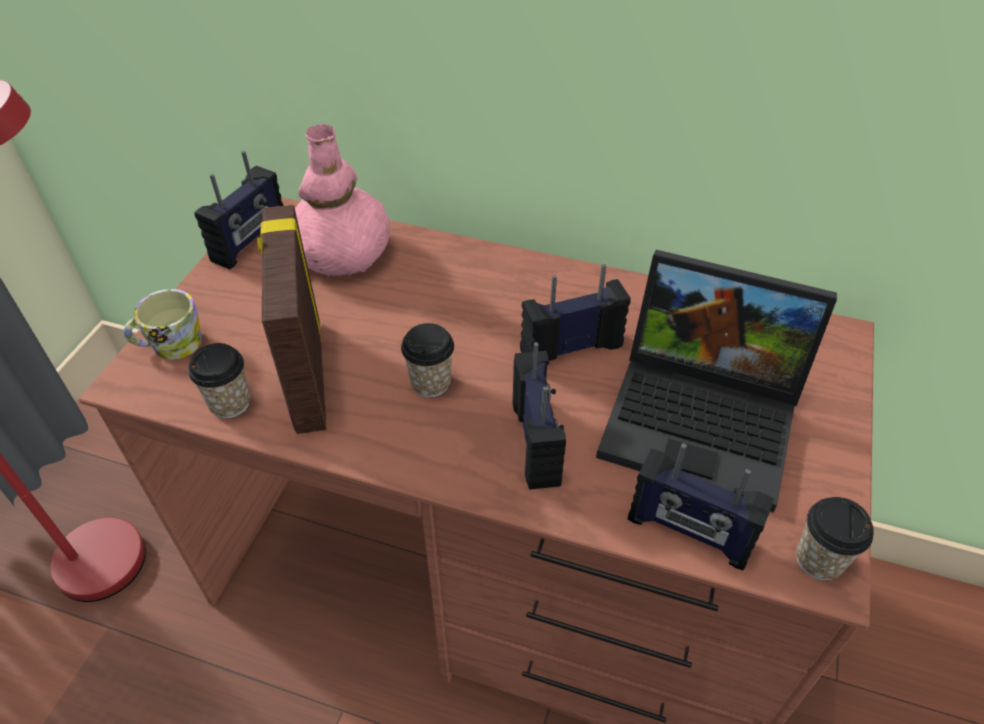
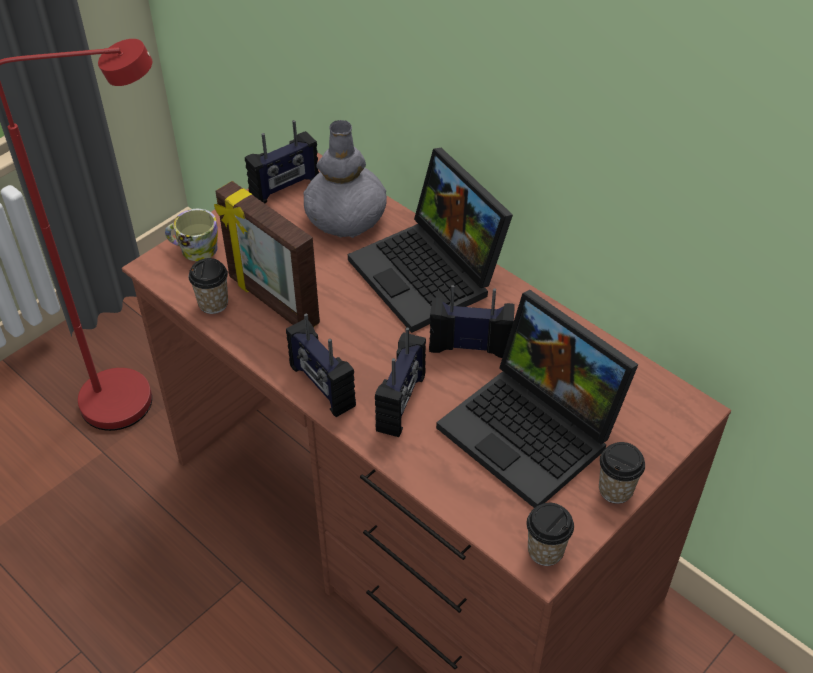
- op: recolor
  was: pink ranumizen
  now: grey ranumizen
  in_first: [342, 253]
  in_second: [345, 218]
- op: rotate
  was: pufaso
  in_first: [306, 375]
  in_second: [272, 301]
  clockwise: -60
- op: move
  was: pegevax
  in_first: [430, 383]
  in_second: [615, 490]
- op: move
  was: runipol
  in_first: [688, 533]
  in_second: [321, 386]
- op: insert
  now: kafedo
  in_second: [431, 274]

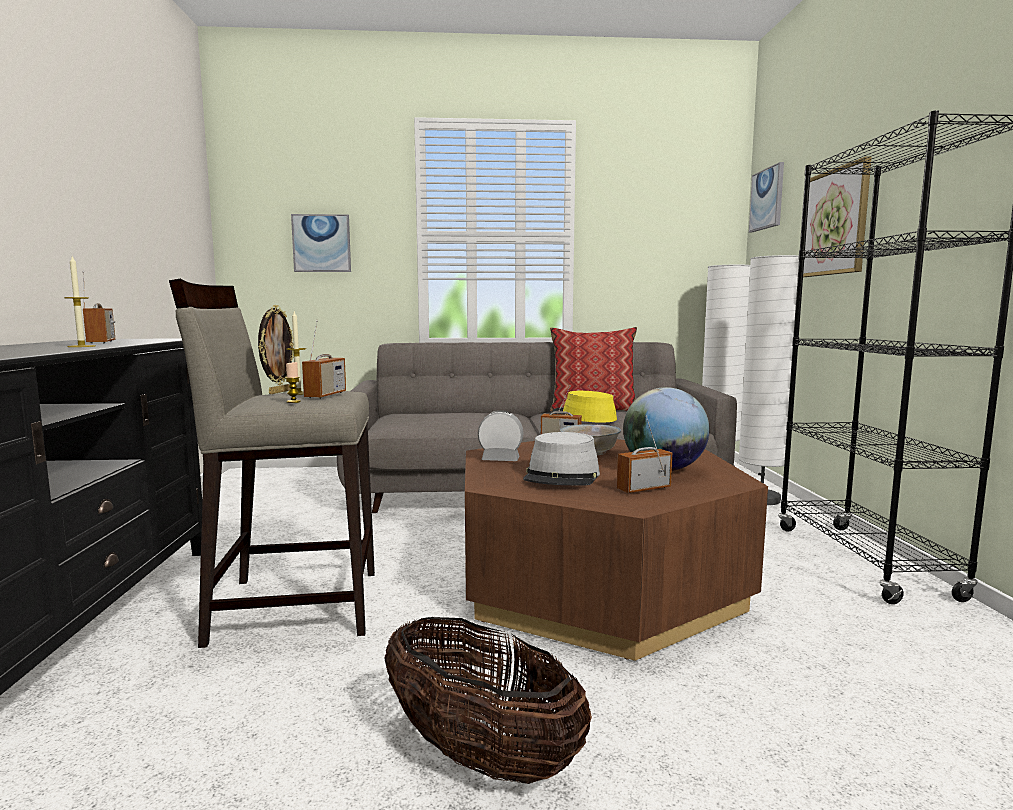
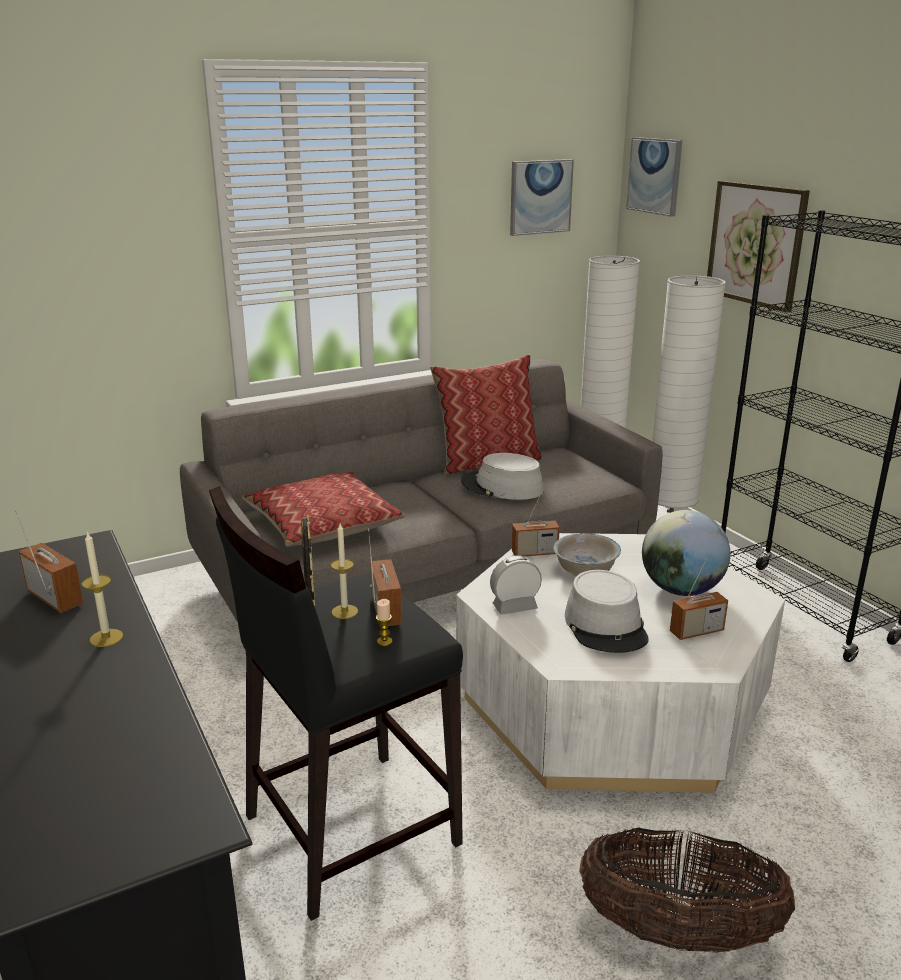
- op: move
  was: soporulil
  in_first: [321, 243]
  in_second: [540, 197]
- op: recolor
  was: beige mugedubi
  now: black mugedubi
  in_first: [295, 605]
  in_second: [348, 829]
- op: recolor
  was: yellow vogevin
  now: grey vogevin
  in_first: [583, 417]
  in_second: [502, 487]
- op: rotate
  was: runipol
  in_first: [643, 488]
  in_second: [696, 631]
  clockwise: -150
- op: recolor
  was: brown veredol
  now: white veredol
  in_first: [597, 581]
  in_second: [611, 702]
- op: insert
  now: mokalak
  in_second: [323, 523]

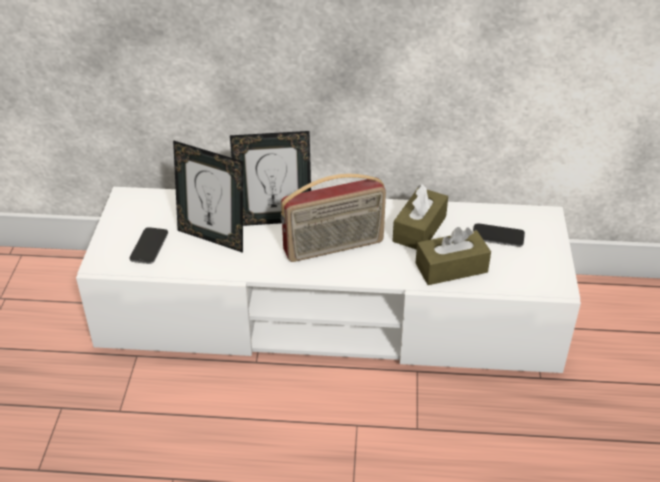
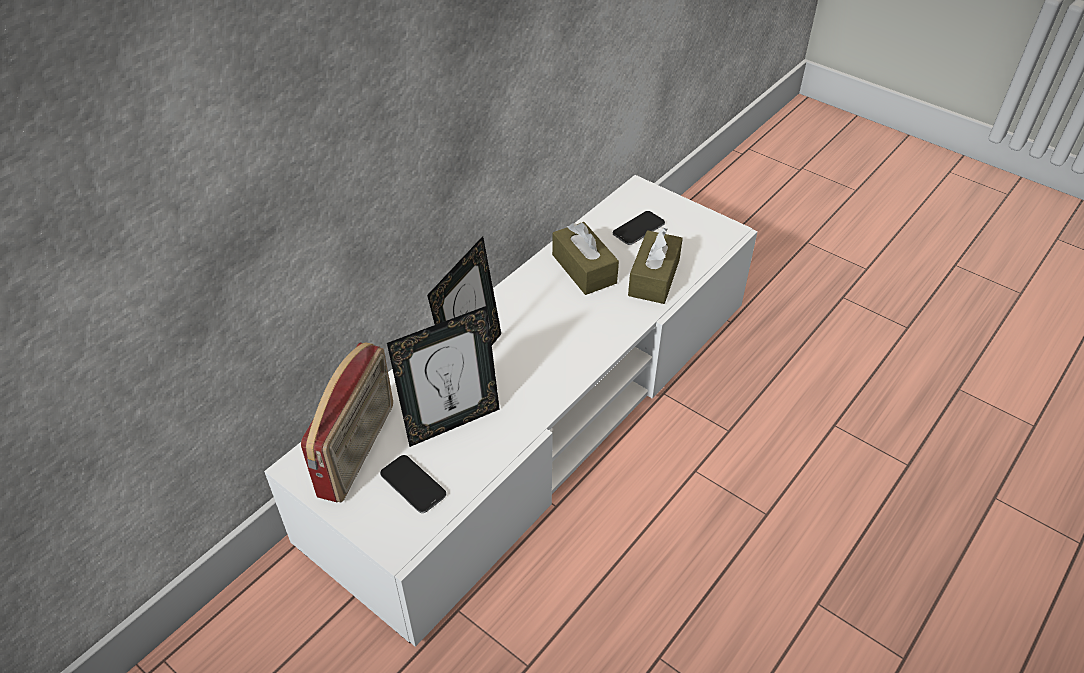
- op: move
  was: runipol
  in_first: [334, 247]
  in_second: [359, 450]

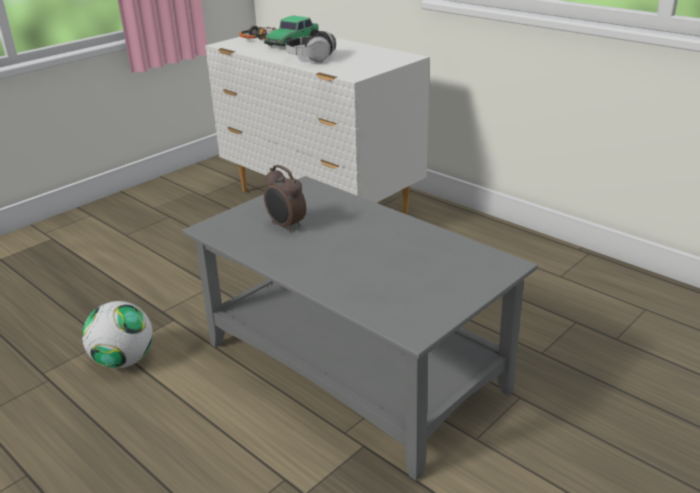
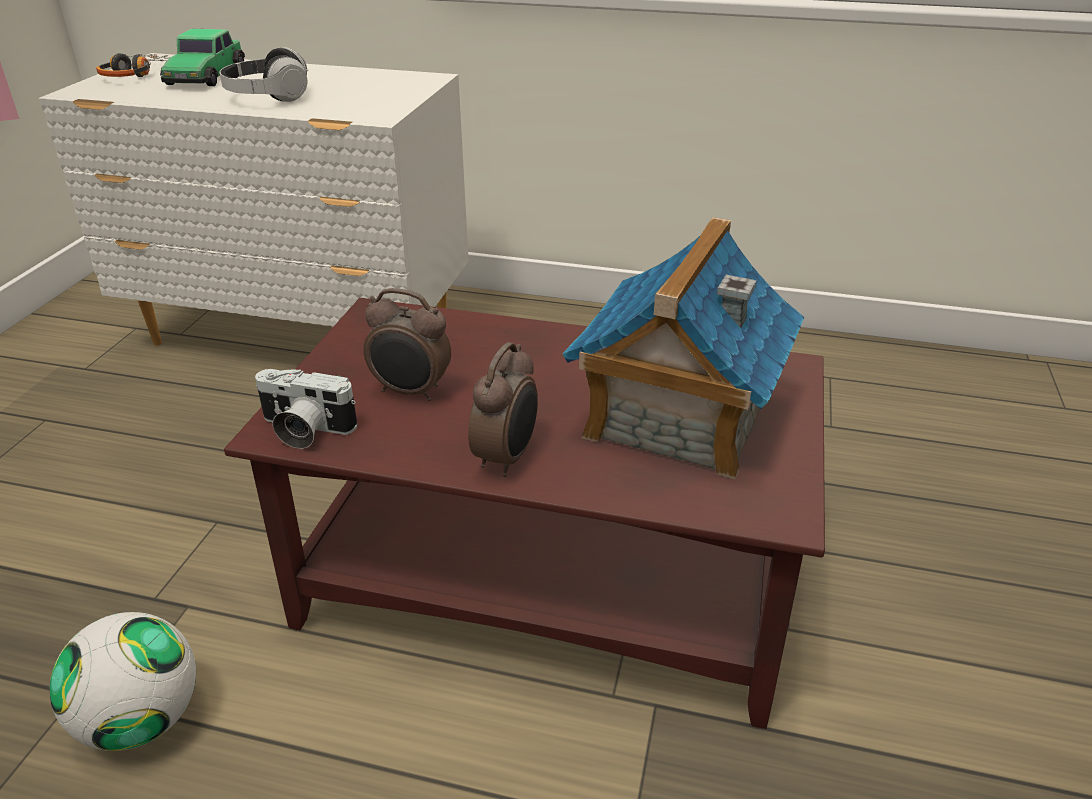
- op: recolor
  was: grey veredol
  now: brown veredol
  in_first: [356, 367]
  in_second: [550, 581]
- op: insert
  now: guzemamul
  in_second: [677, 416]
- op: insert
  now: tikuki
  in_second: [507, 457]
- op: insert
  now: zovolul
  in_second: [304, 430]

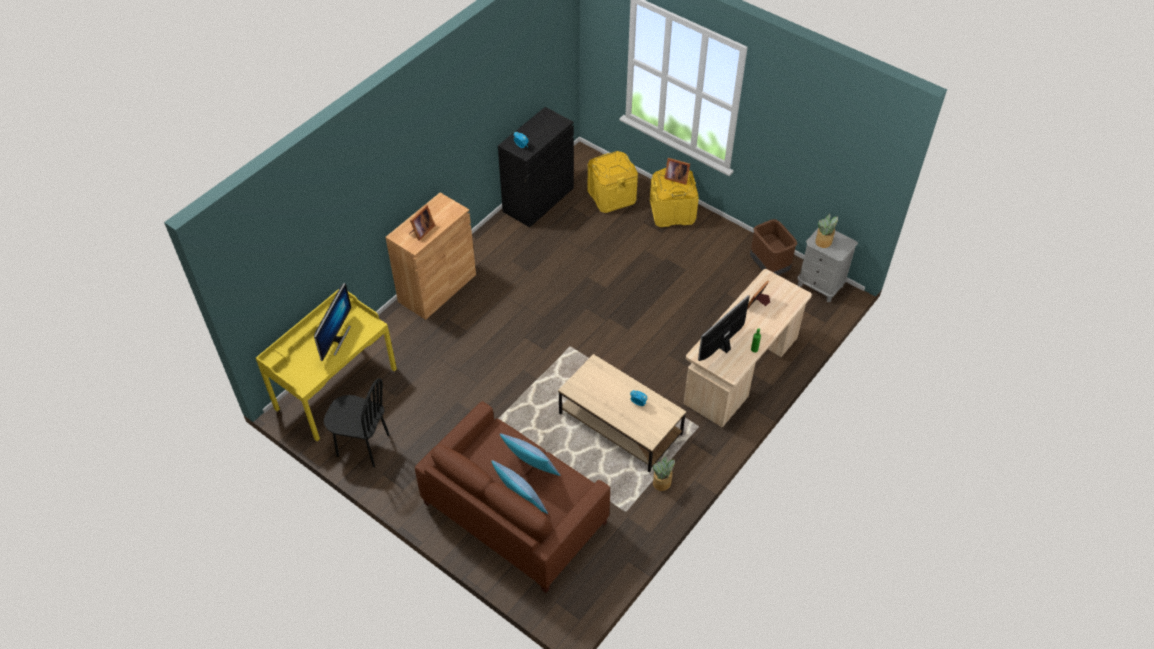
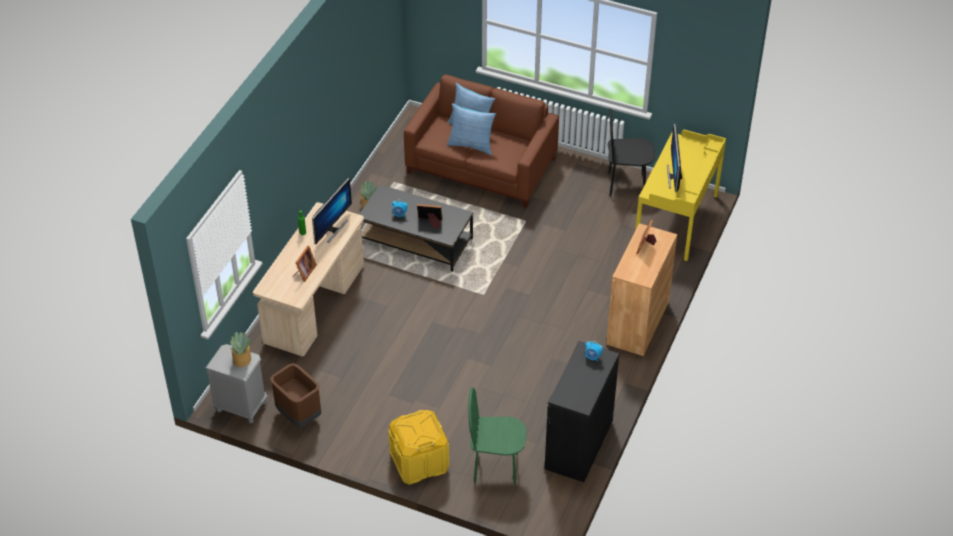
- op: replace
  was: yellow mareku
  now: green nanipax
  in_first: [611, 196]
  in_second: [496, 467]
- op: move
  was: pufaso
  in_first: [676, 178]
  in_second: [430, 222]
- op: recolor
  was: beige veredol
  now: black veredol
  in_first: [620, 424]
  in_second: [416, 240]

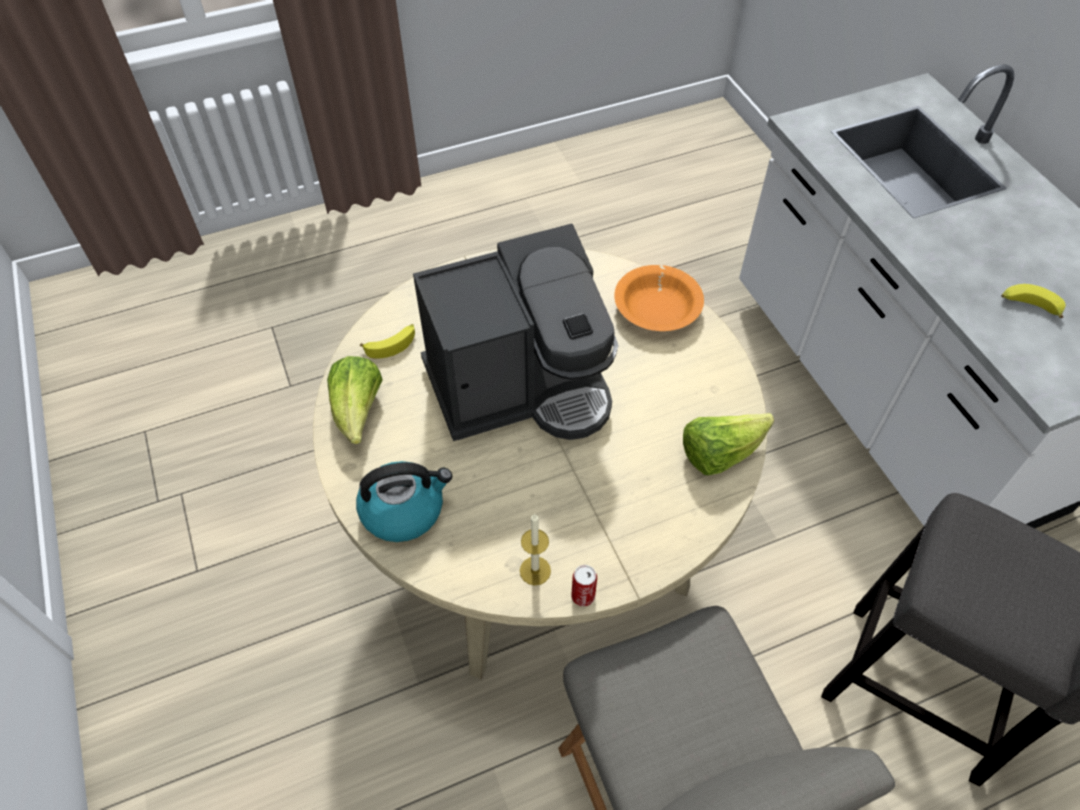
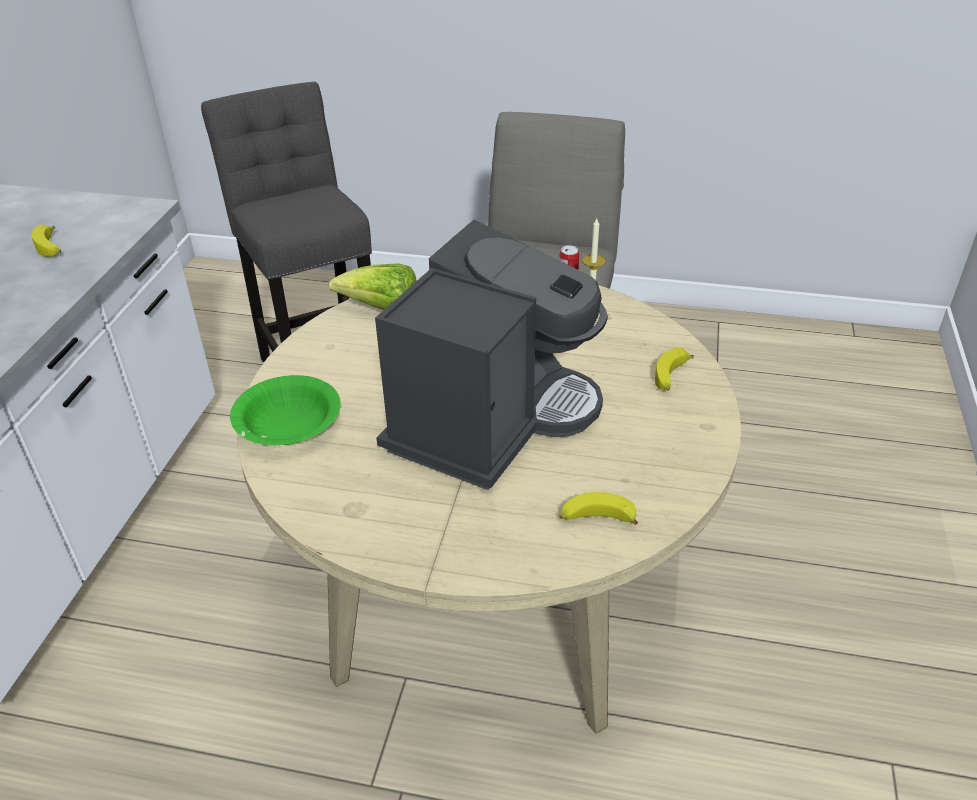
- op: rotate
  was: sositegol
  in_first: [521, 386]
  in_second: [491, 419]
  clockwise: 105
- op: recolor
  was: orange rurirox
  now: green rurirox
  in_first: [657, 308]
  in_second: [288, 424]
- op: delete
  was: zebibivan
  in_first: [358, 412]
- op: replace
  was: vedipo
  now: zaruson
  in_first: [404, 509]
  in_second: [671, 377]

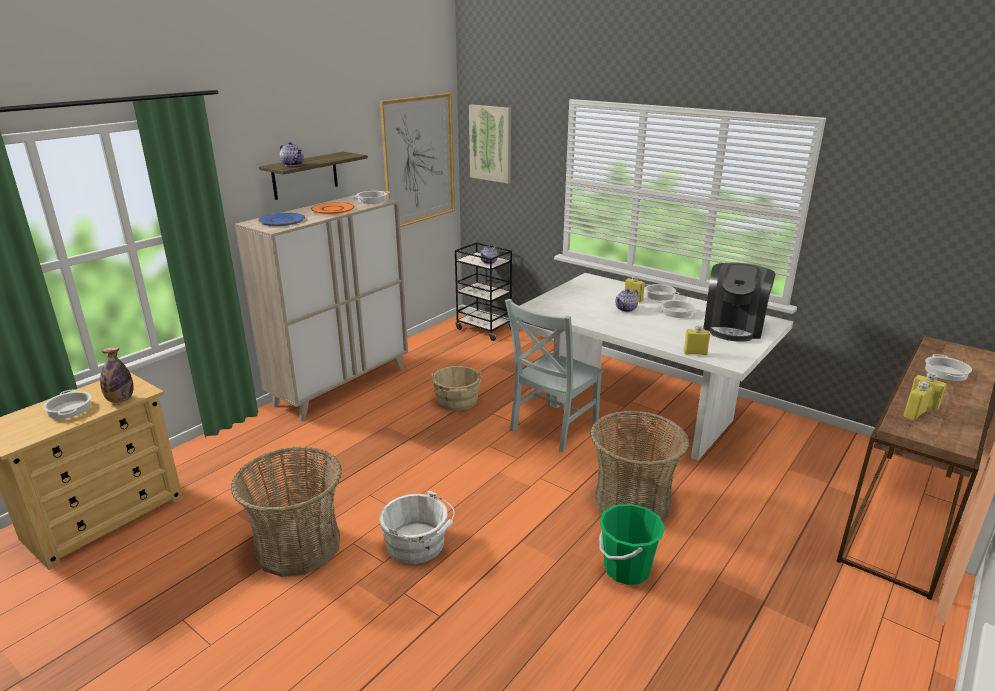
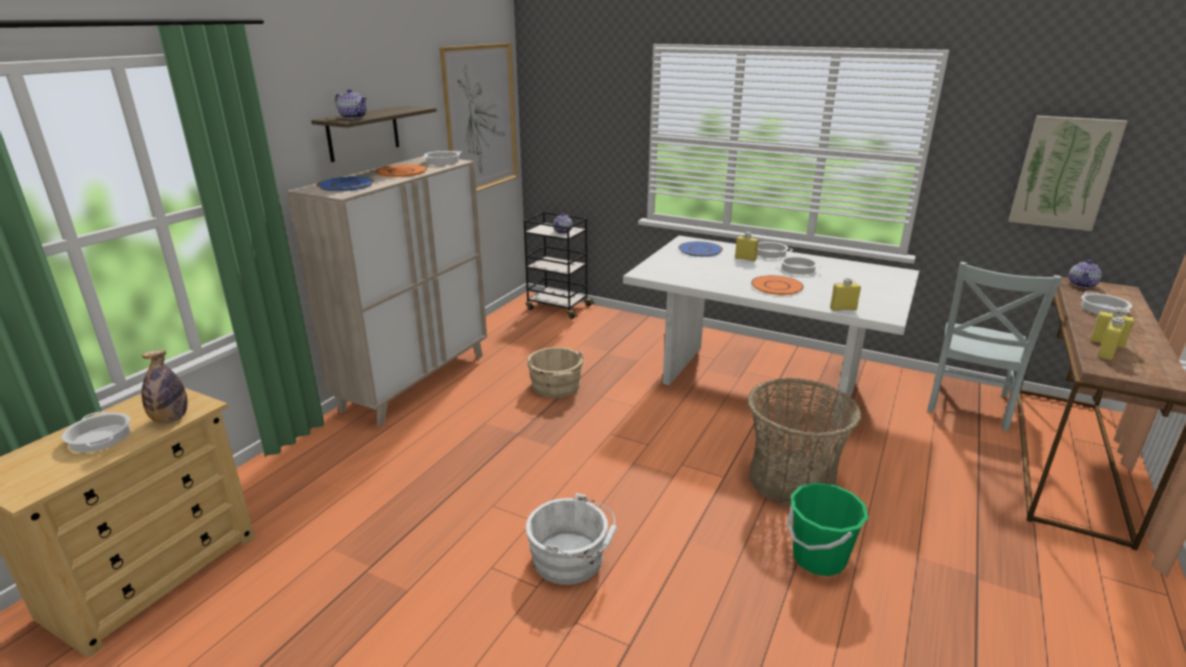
- op: move
  was: soporulil
  in_first: [491, 143]
  in_second: [1064, 173]
- op: delete
  was: sositegol
  in_first: [733, 327]
- op: move
  was: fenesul
  in_first: [626, 309]
  in_second: [1082, 284]
- op: move
  was: grey nanipax
  in_first: [552, 428]
  in_second: [967, 405]
- op: delete
  was: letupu
  in_first: [298, 546]
- op: insert
  now: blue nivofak
  in_second: [699, 250]
- op: insert
  now: orange nivofak
  in_second: [777, 286]

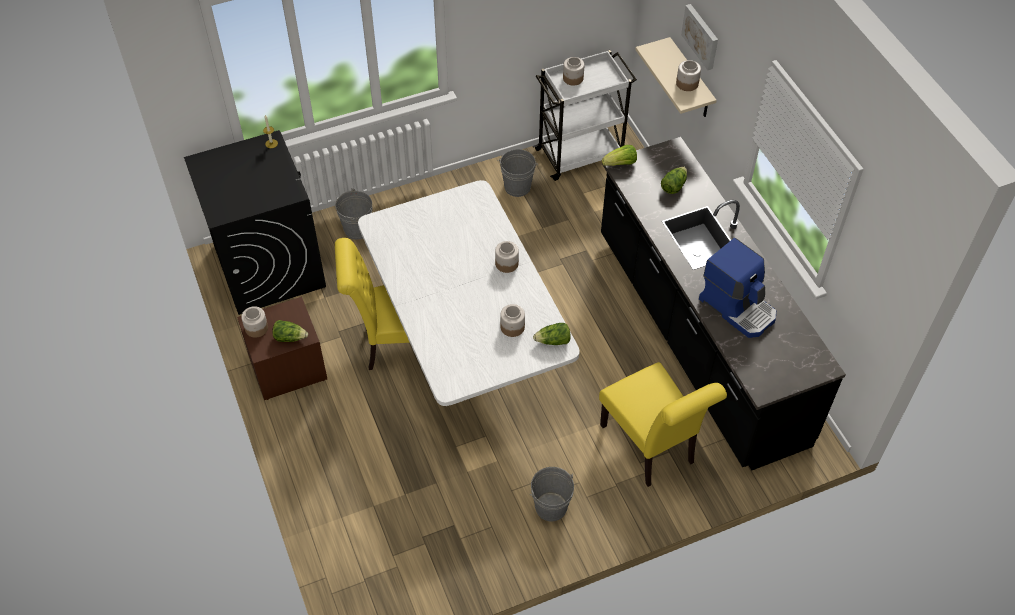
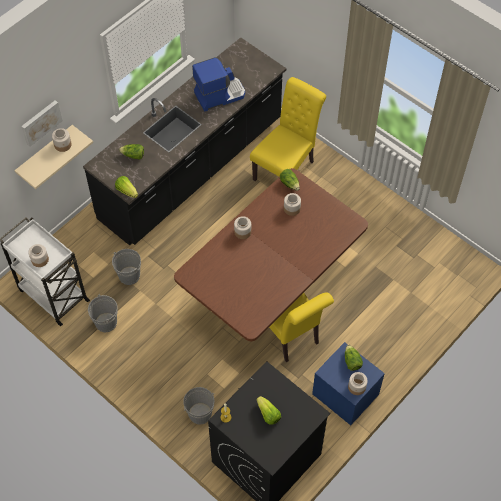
- op: recolor
  was: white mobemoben
  now: brown mobemoben
  in_first: [467, 350]
  in_second: [270, 291]
- op: rotate
  was: sositegol
  in_first: [738, 307]
  in_second: [219, 94]
  clockwise: 45
- op: recolor
  was: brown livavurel
  now: blue livavurel
  in_first: [287, 368]
  in_second: [345, 394]
- op: move
  was: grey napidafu
  in_first: [551, 507]
  in_second: [129, 275]
- op: insert
  now: zebibivan
  in_second: [268, 414]

